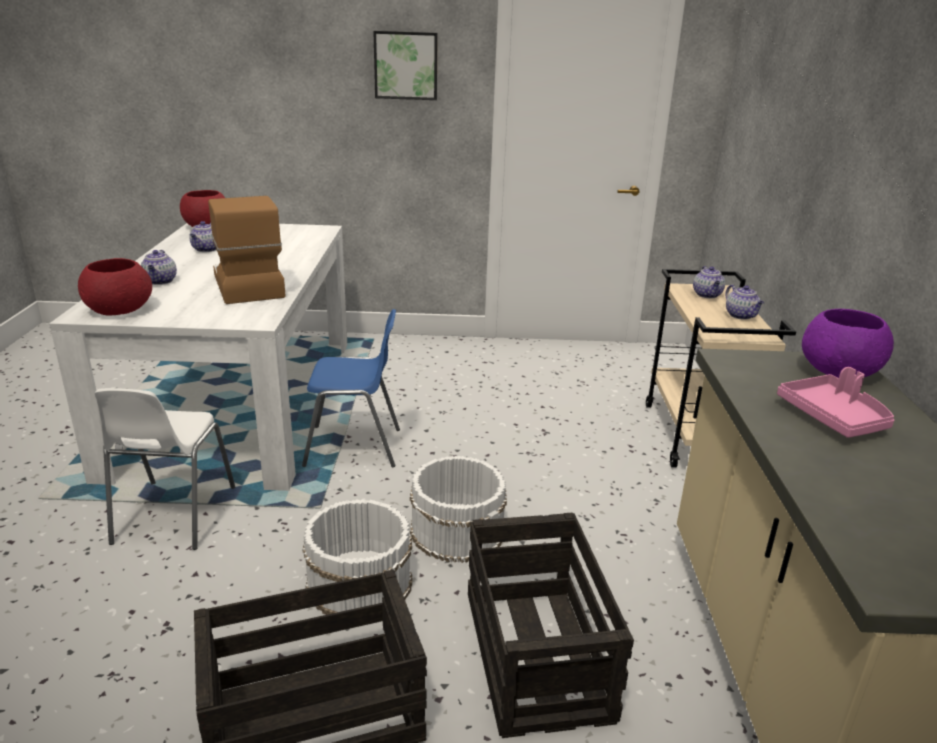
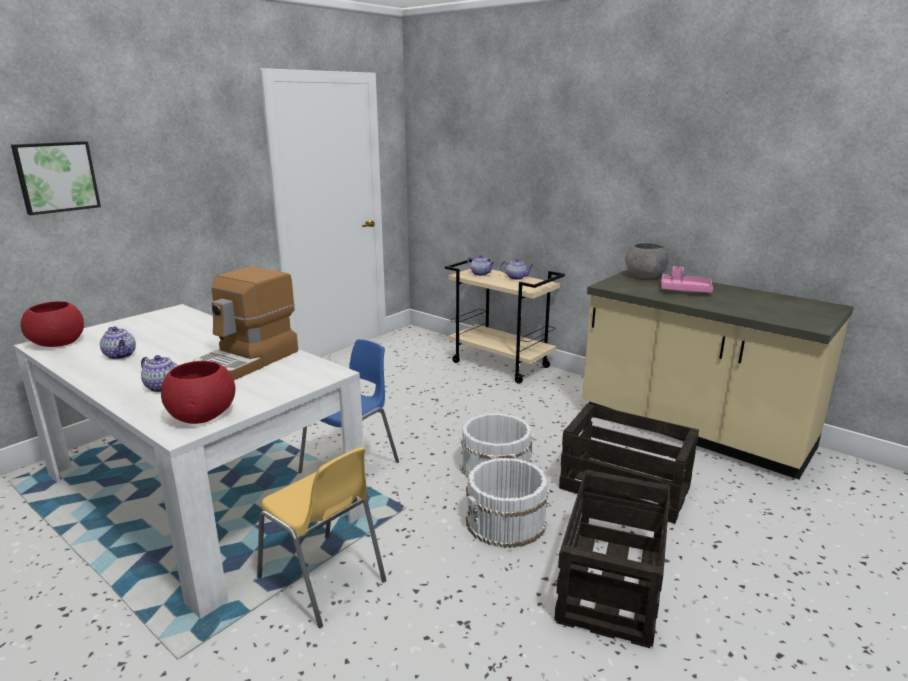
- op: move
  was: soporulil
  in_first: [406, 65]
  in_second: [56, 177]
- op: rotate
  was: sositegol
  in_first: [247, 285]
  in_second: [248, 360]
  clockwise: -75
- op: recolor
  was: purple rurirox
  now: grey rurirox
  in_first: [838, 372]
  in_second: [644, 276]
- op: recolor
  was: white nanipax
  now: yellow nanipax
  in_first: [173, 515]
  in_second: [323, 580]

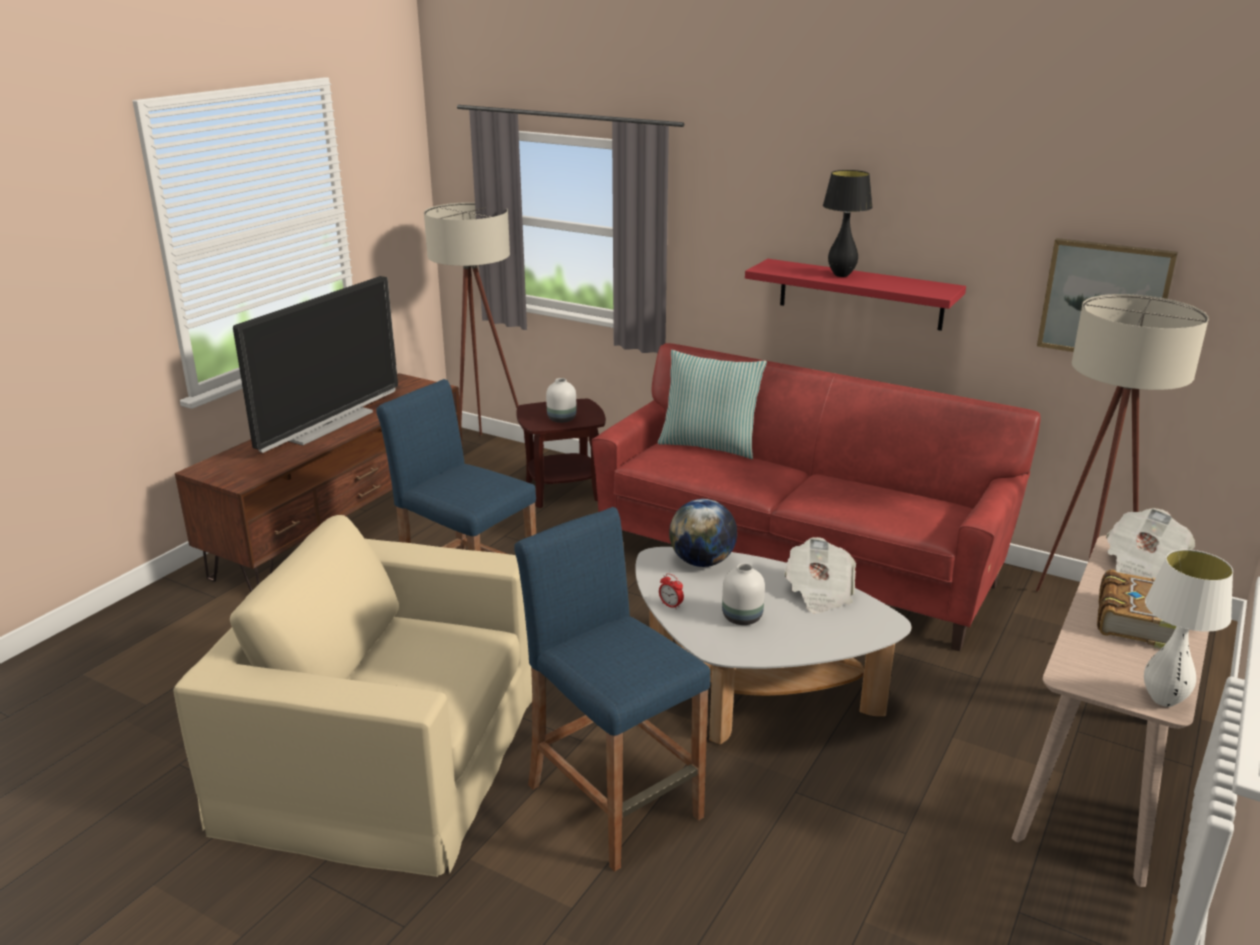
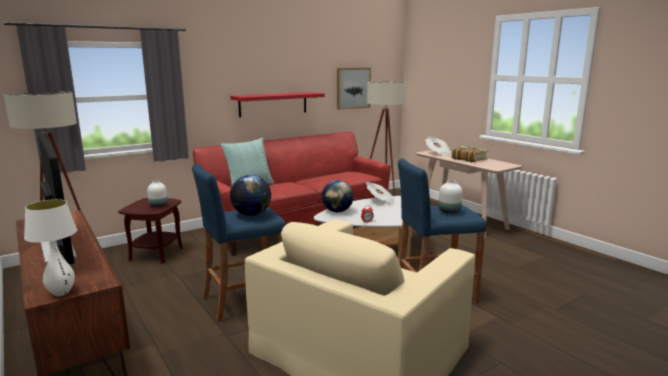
- op: delete
  was: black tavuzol
  in_first: [841, 275]
- op: move
  was: white tavuzol
  in_first: [1163, 700]
  in_second: [61, 293]
- op: move
  was: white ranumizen
  in_first: [741, 618]
  in_second: [449, 212]
- op: insert
  now: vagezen
  in_second: [251, 214]

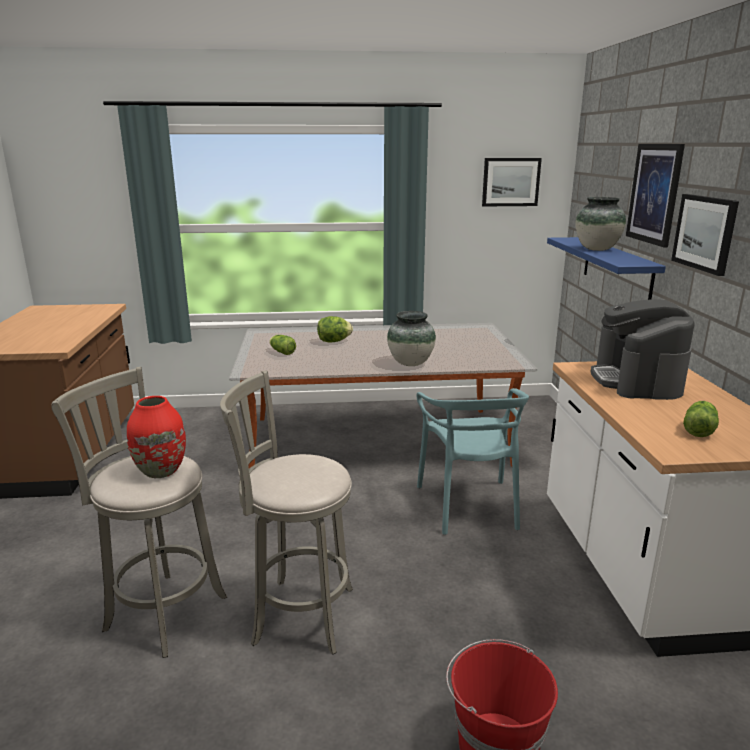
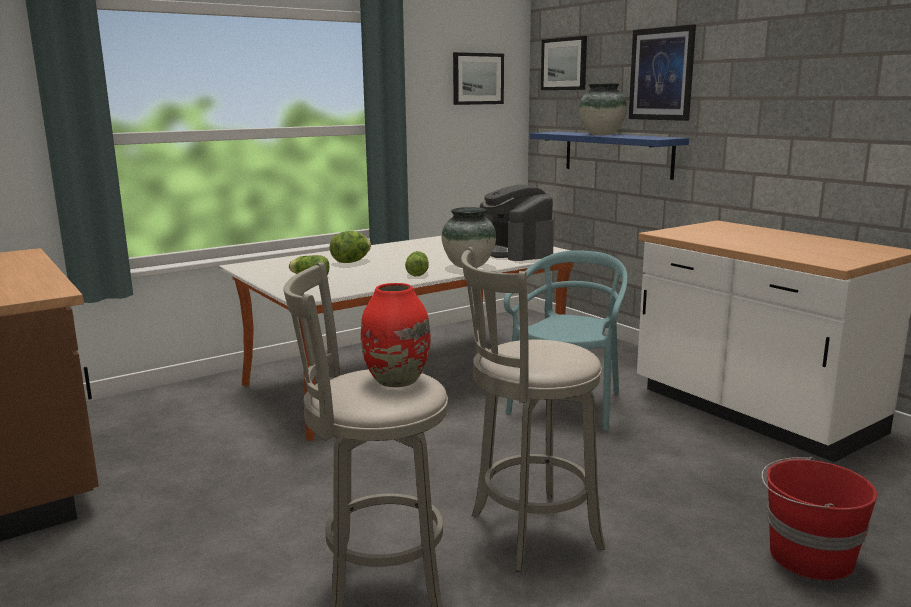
- op: move
  was: soporulil
  in_first: [705, 233]
  in_second: [564, 64]
- op: move
  was: sositegol
  in_first: [636, 380]
  in_second: [515, 252]
- op: rotate
  was: turquoise nanipax
  in_first: [469, 505]
  in_second: [568, 404]
  clockwise: -120
- op: move
  was: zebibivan
  in_first: [699, 429]
  in_second: [417, 273]

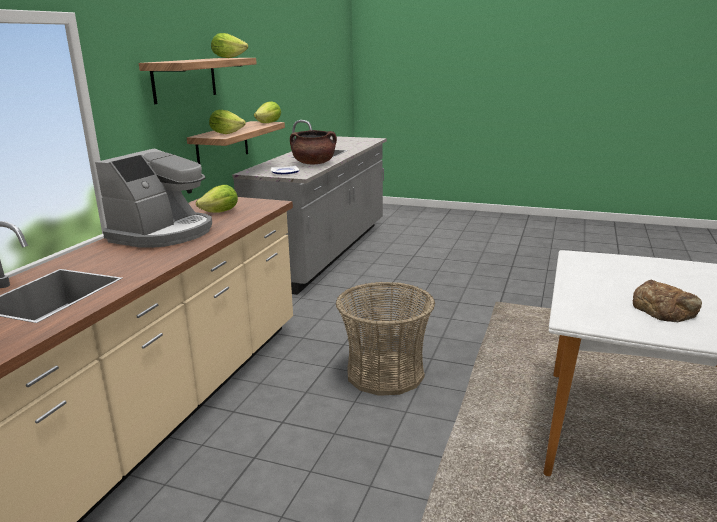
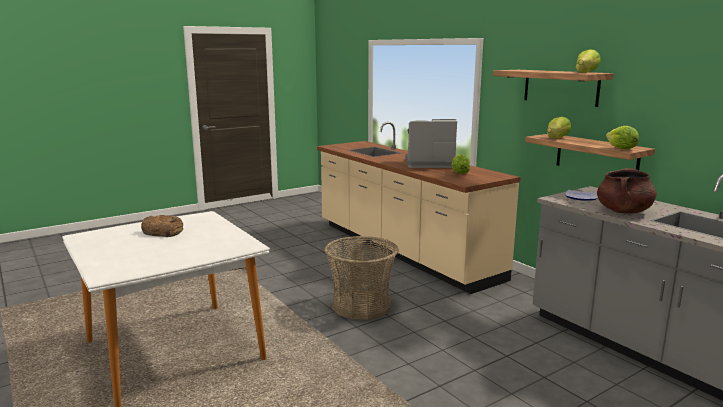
- op: rotate
  was: sositegol
  in_first: [163, 233]
  in_second: [430, 164]
  clockwise: 120

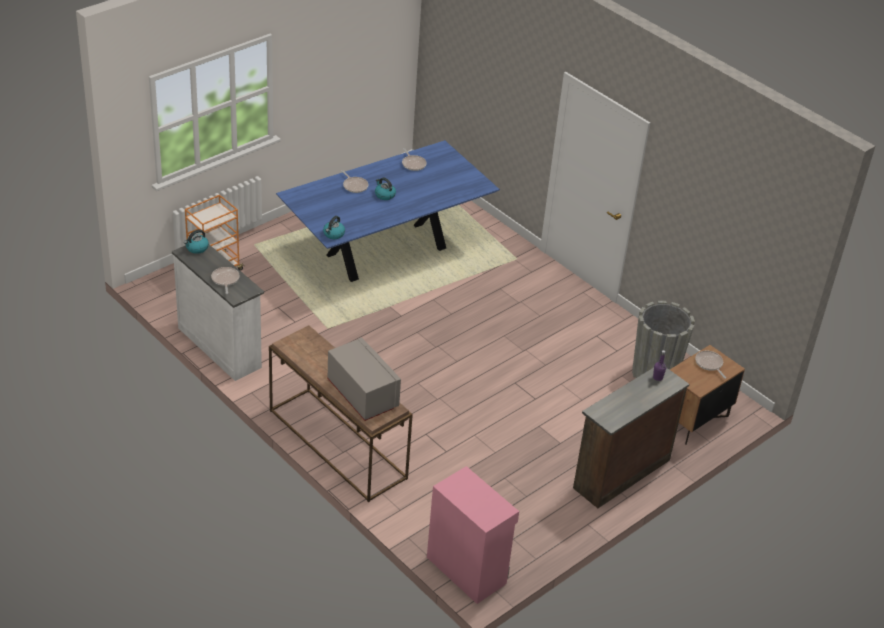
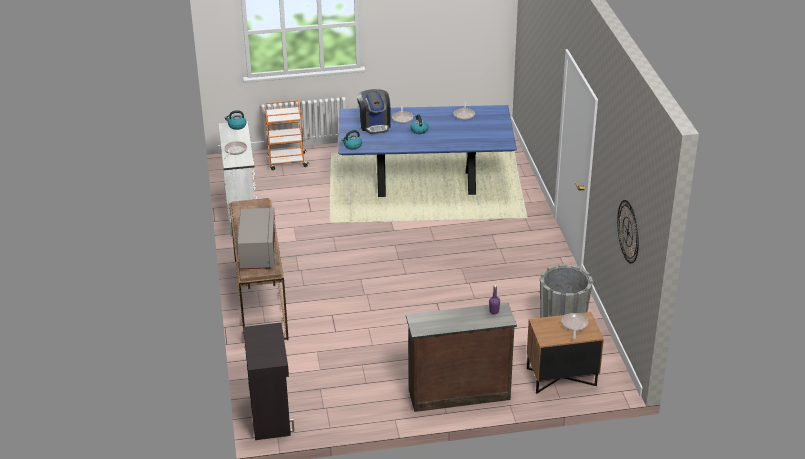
- op: recolor
  was: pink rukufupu
  now: black rukufupu
  in_first: [467, 569]
  in_second: [271, 415]
- op: insert
  now: sositegol
  in_second: [374, 125]
- op: insert
  now: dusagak
  in_second: [628, 231]

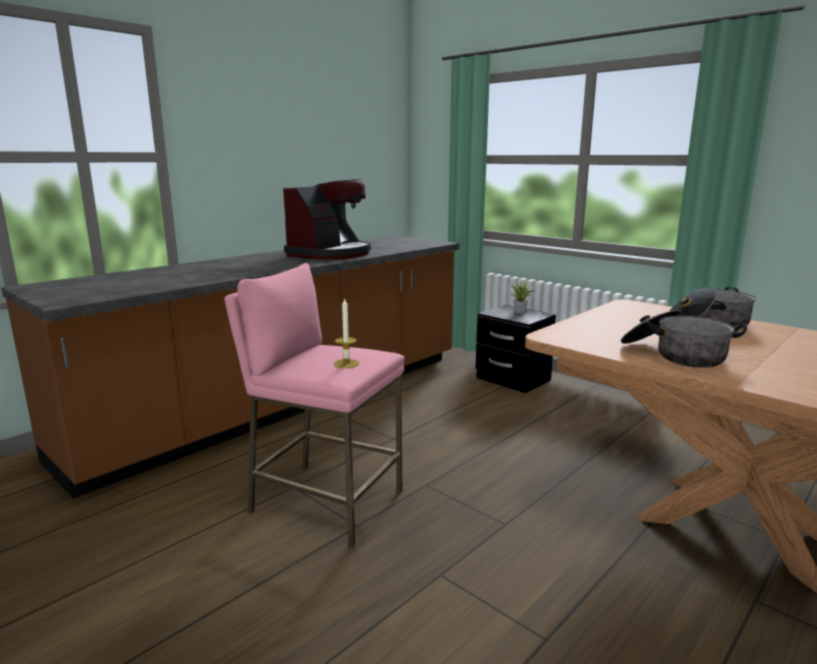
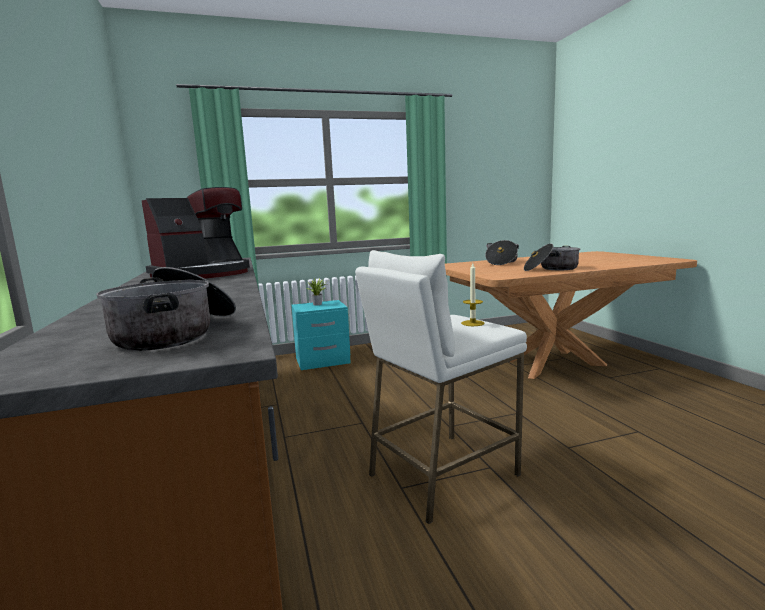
- op: rotate
  was: sositegol
  in_first: [330, 254]
  in_second: [203, 274]
  clockwise: 75
- op: recolor
  was: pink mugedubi
  now: white mugedubi
  in_first: [325, 502]
  in_second: [442, 474]
- op: recolor
  was: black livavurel
  now: turquoise livavurel
  in_first: [512, 379]
  in_second: [323, 361]
- op: insert
  now: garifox
  in_second: [177, 333]

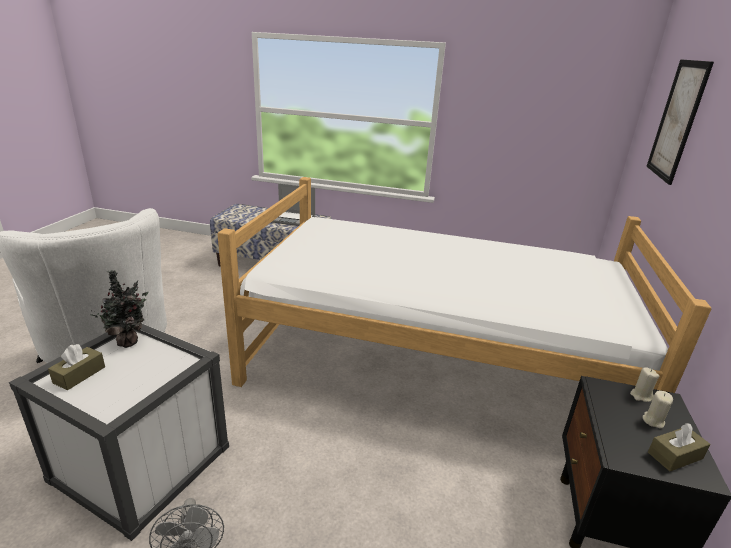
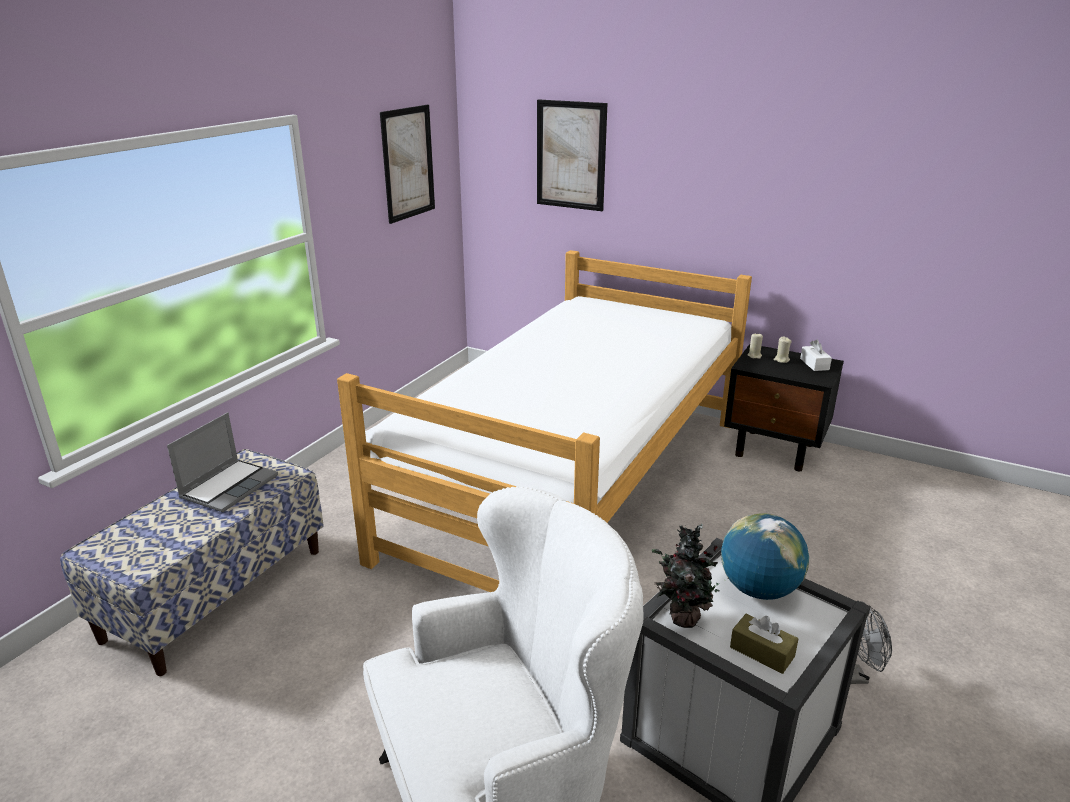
- op: recolor
  was: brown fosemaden
  now: white fosemaden
  in_first: [675, 455]
  in_second: [814, 364]
- op: insert
  now: soporulil
  in_second: [408, 163]
- op: insert
  now: vagezen
  in_second: [758, 590]

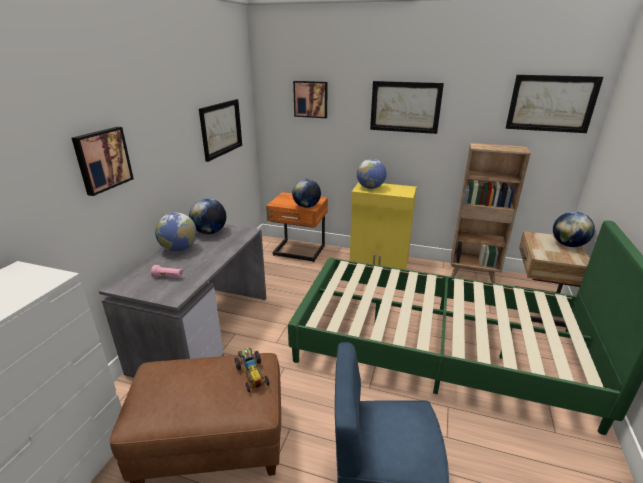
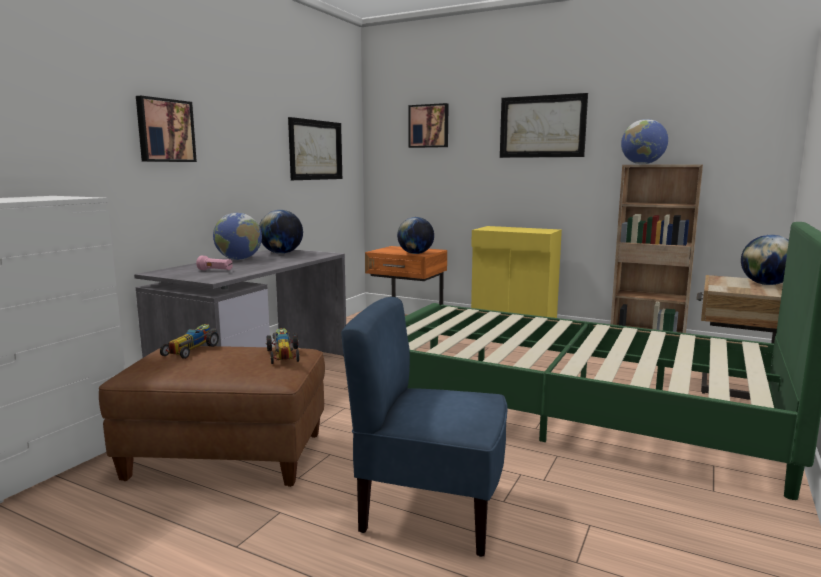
- op: delete
  was: soporulil
  in_first: [551, 103]
- op: move
  was: vagezen
  in_first: [370, 188]
  in_second: [642, 164]
- op: insert
  now: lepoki
  in_second: [192, 349]

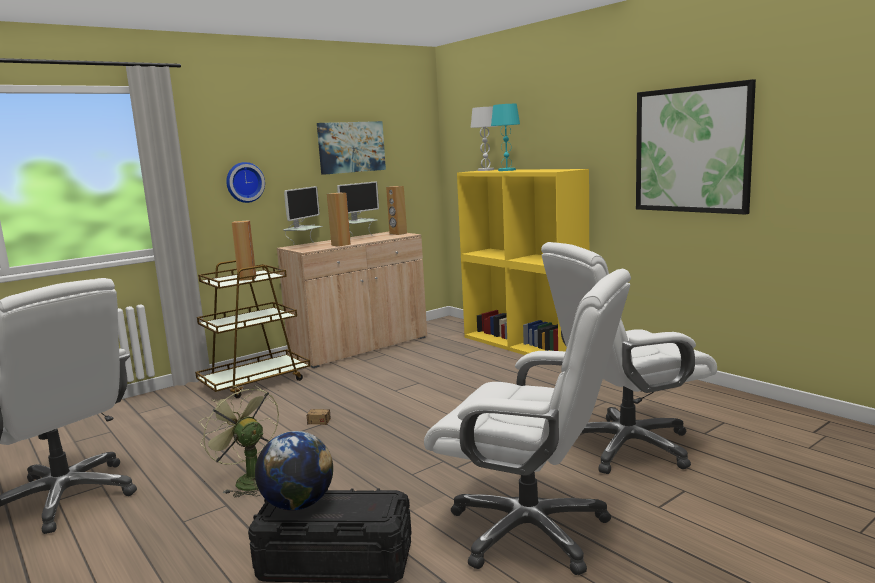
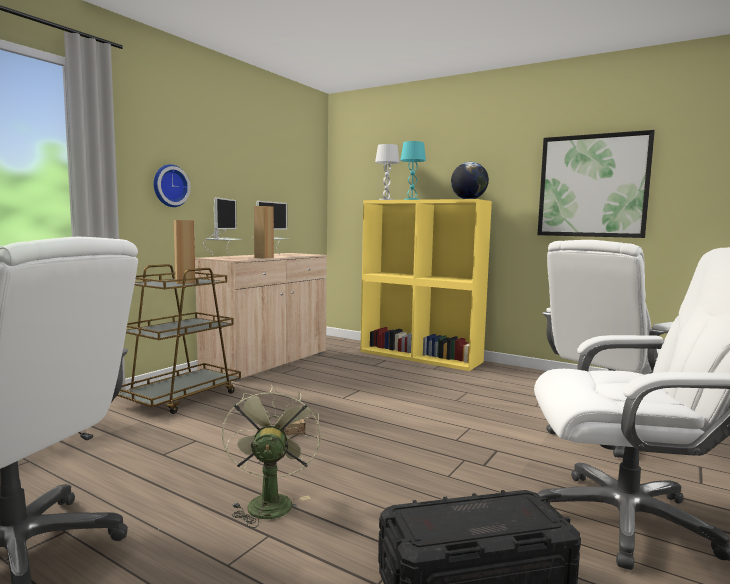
- op: delete
  was: soporulil
  in_first: [351, 147]
- op: delete
  was: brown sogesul
  in_first: [398, 233]
- op: rotate
  was: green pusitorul
  in_first: [248, 480]
  in_second: [269, 501]
  clockwise: 60
- op: move
  was: vagezen
  in_first: [298, 504]
  in_second: [468, 199]

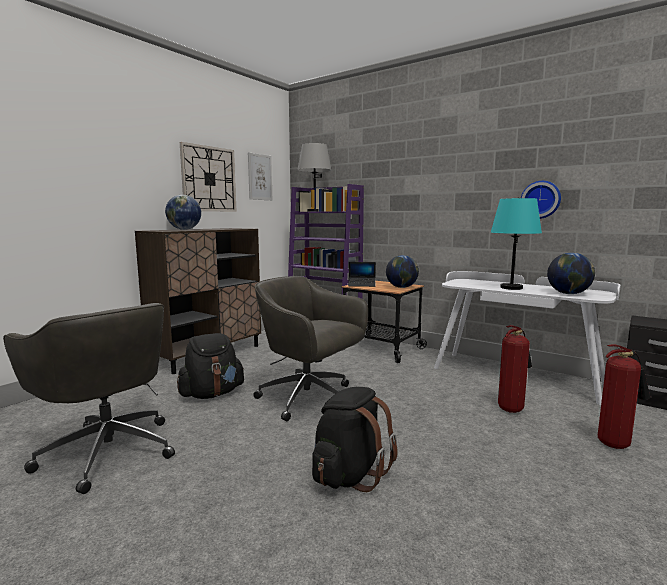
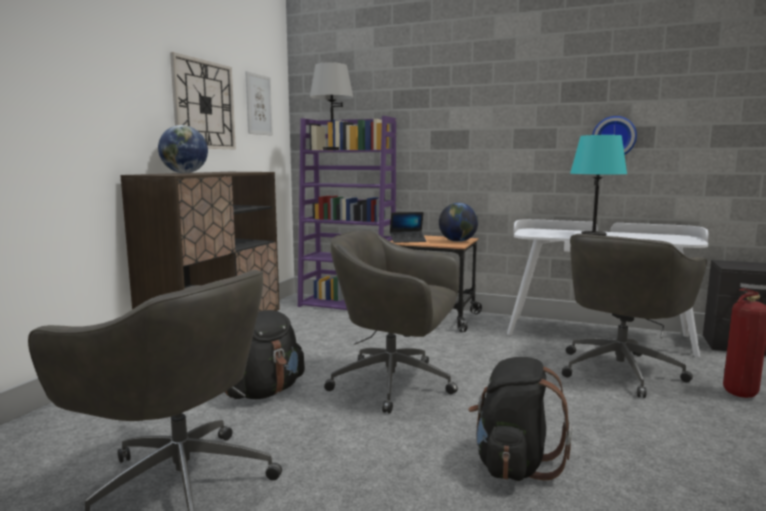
- op: delete
  was: vagezen
  in_first: [568, 293]
- op: replace
  was: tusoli
  now: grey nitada
  in_first: [511, 409]
  in_second: [621, 370]

